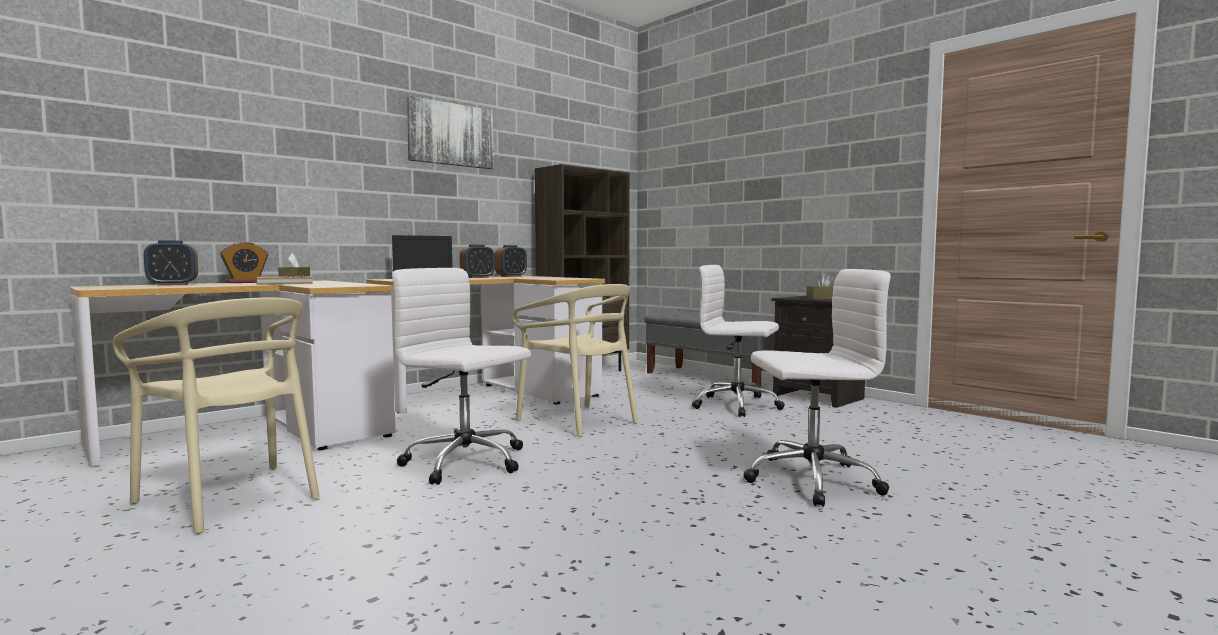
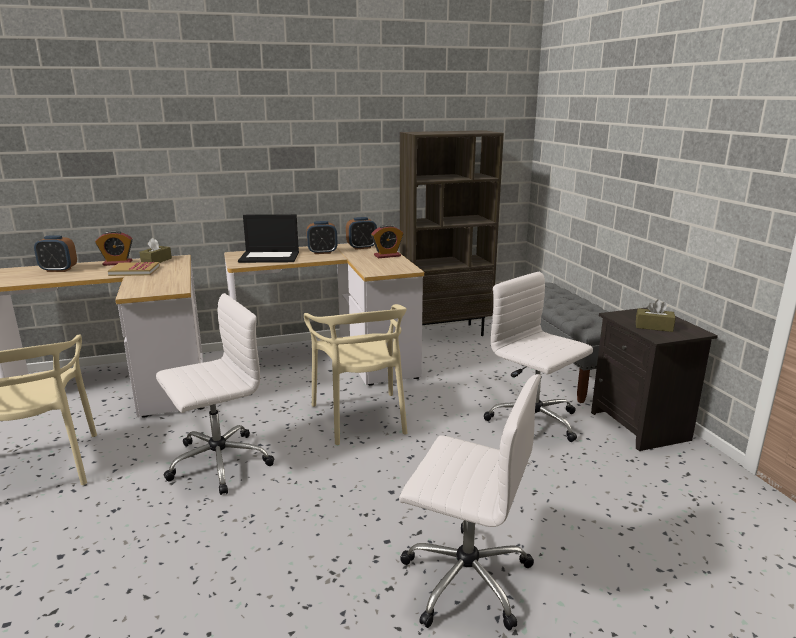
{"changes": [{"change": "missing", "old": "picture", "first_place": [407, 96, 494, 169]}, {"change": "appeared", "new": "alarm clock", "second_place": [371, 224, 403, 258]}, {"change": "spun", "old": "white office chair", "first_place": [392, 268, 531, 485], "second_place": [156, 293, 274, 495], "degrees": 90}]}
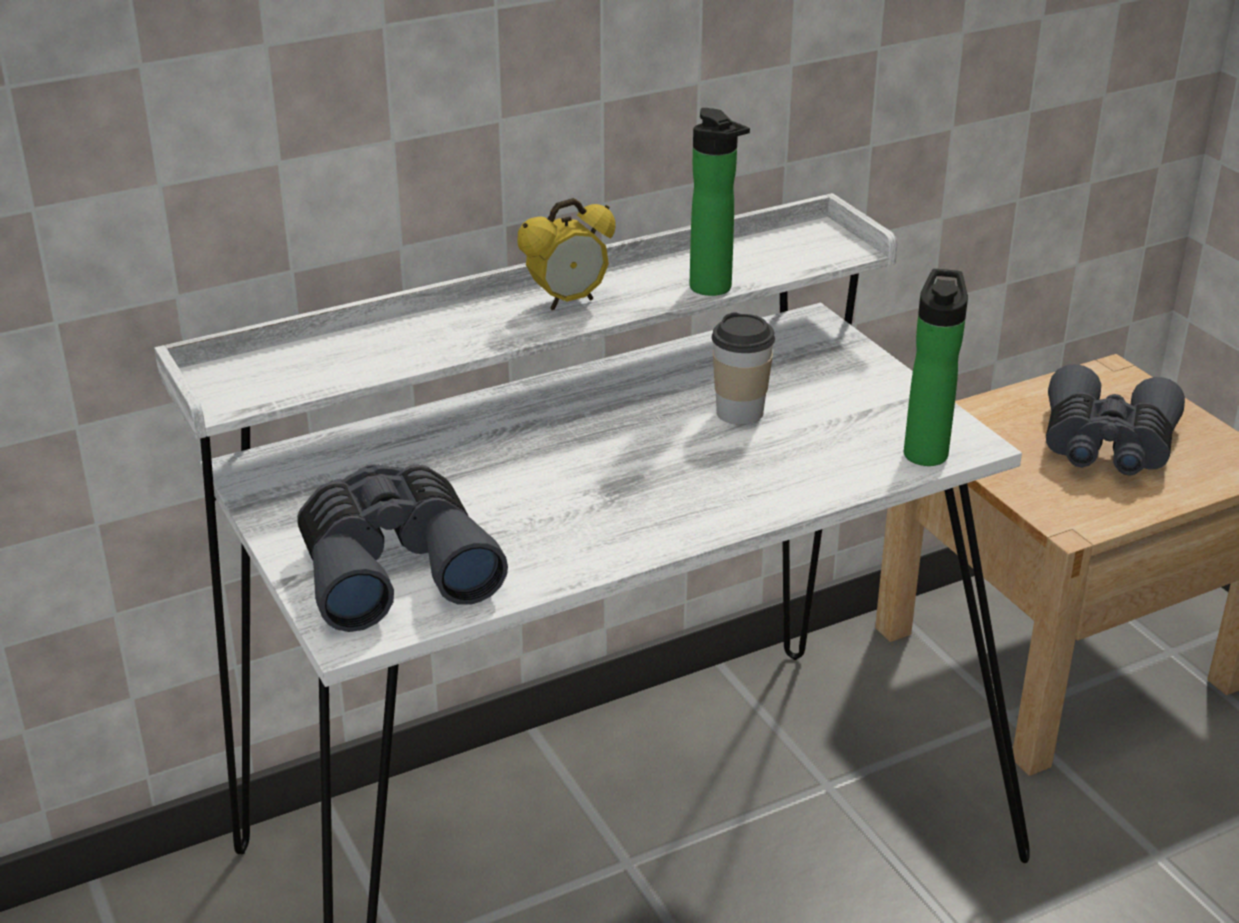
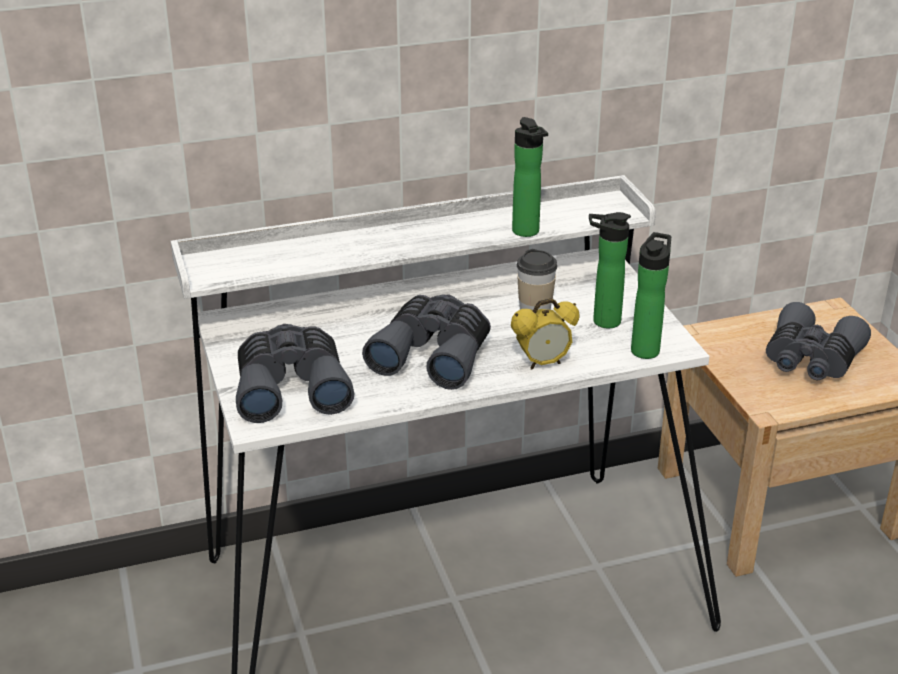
{"changes": [{"change": "appeared", "new": "grey binoculars", "second_place": [362, 294, 491, 390]}, {"change": "appeared", "new": "bottle", "second_place": [589, 212, 631, 328]}, {"change": "relocated", "old": "alarm clock", "first_place": [517, 198, 616, 310], "second_place": [511, 298, 580, 369]}]}
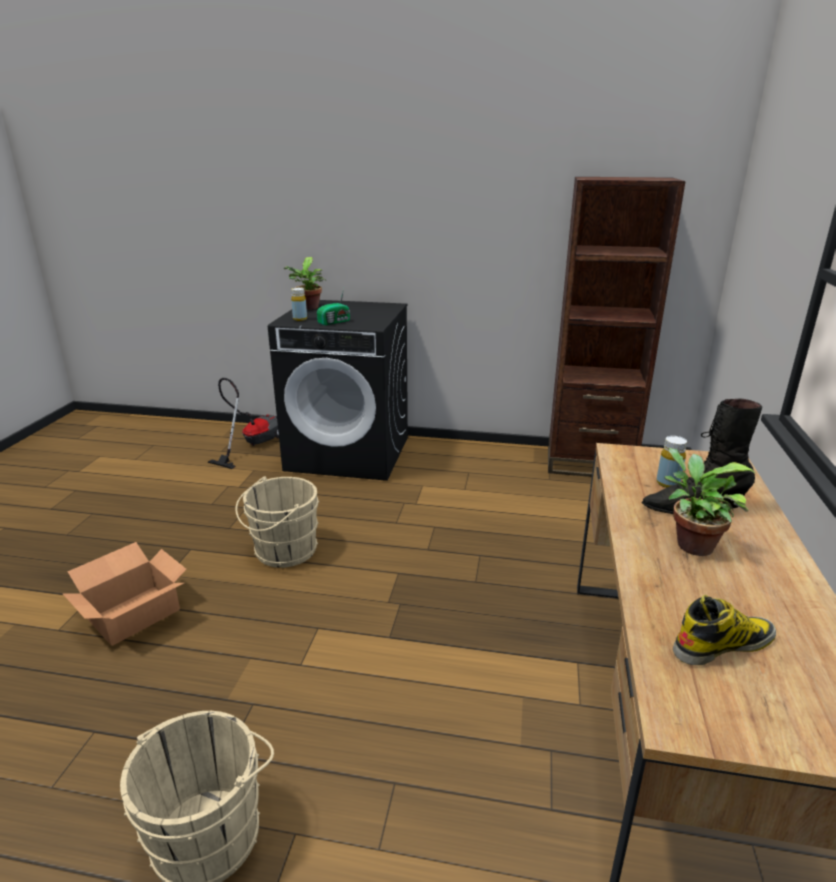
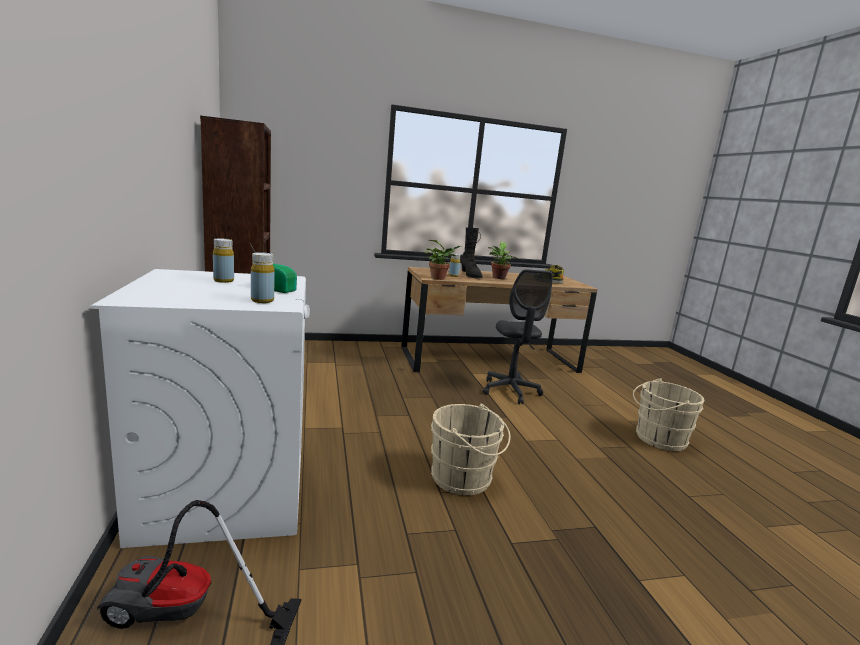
{"changes": [{"change": "missing", "old": "cardboard box", "first_place": [63, 542, 186, 646]}, {"change": "appeared", "new": "yellow bottle", "second_place": [213, 239, 234, 283]}, {"change": "appeared", "new": "grey office chair", "second_place": [483, 269, 553, 404]}, {"change": "relocated", "old": "potted plant", "first_place": [284, 257, 326, 310], "second_place": [424, 240, 462, 280]}, {"change": "colour", "old": "black washing machine", "new": "white washing machine", "first_place": [268, 300, 408, 481], "second_place": [91, 269, 310, 548]}]}
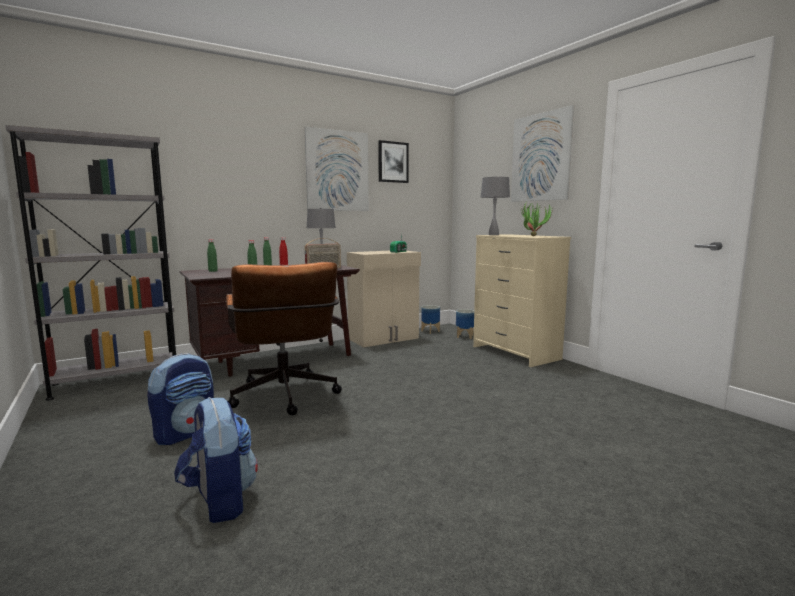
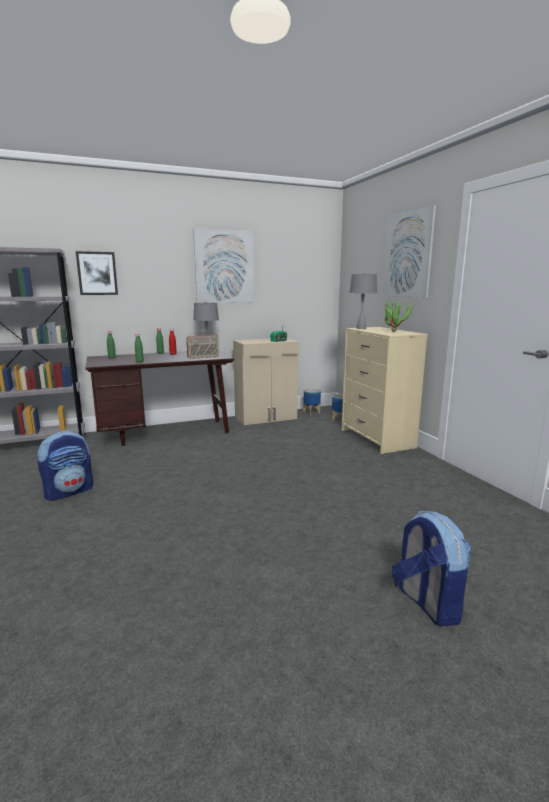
{"changes": [{"change": "missing", "old": "brown office chair", "first_place": [226, 262, 342, 415]}, {"change": "relocated", "old": "backpack", "first_place": [174, 397, 258, 523], "second_place": [392, 511, 471, 627]}, {"change": "relocated", "old": "picture", "first_place": [378, 140, 409, 183], "second_place": [76, 251, 118, 295]}]}
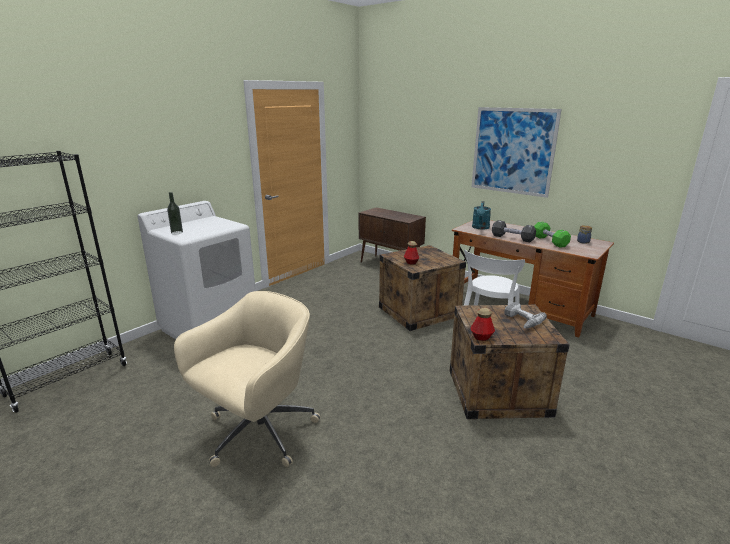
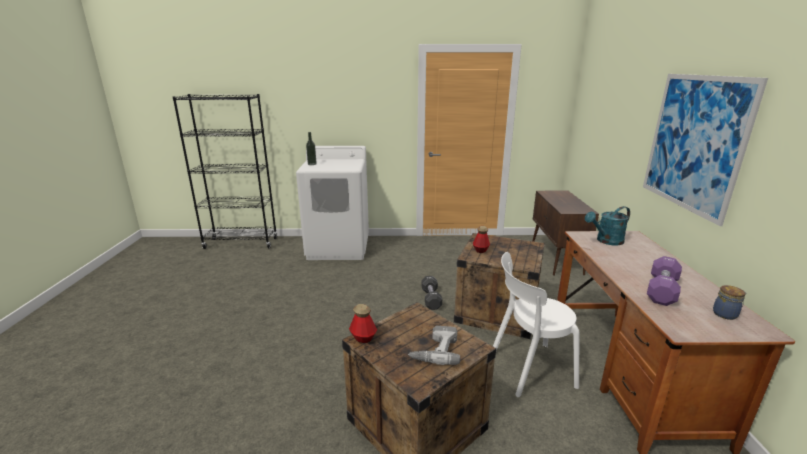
{"changes": [{"change": "missing", "old": "beige office chair", "first_place": [174, 291, 320, 467]}, {"change": "relocated", "old": "black dumbbell", "first_place": [492, 220, 536, 242], "second_place": [421, 276, 442, 310]}, {"change": "colour", "old": "green dumbbell", "new": "purple dumbbell", "first_place": [534, 222, 571, 248], "second_place": [647, 256, 682, 306]}]}
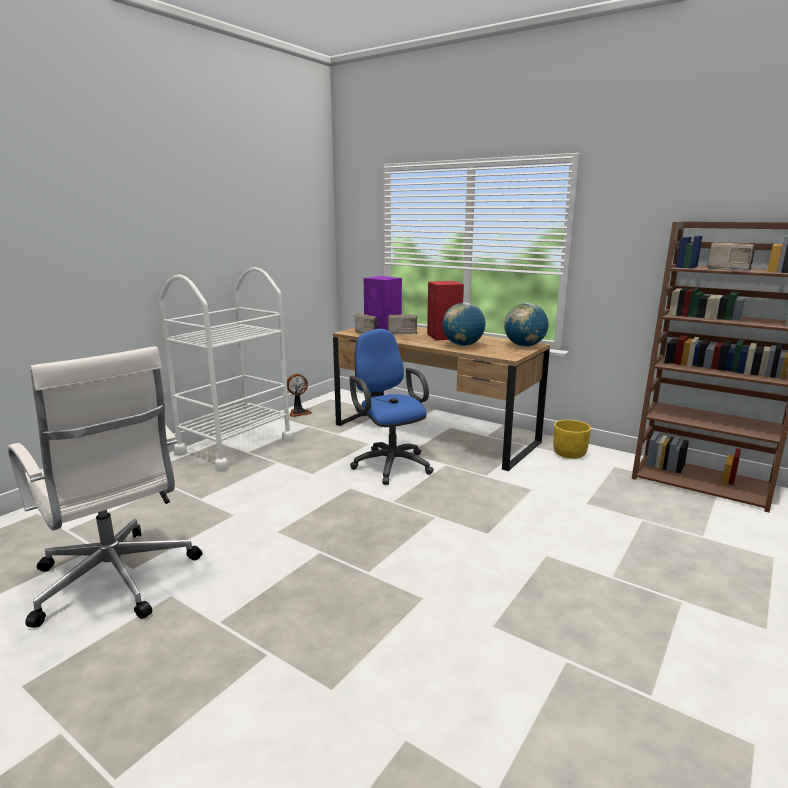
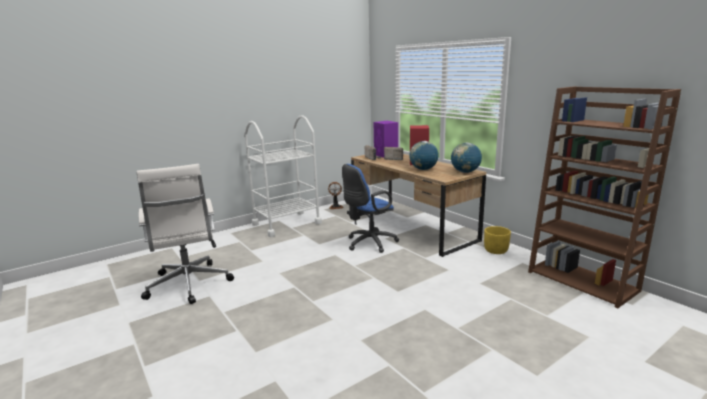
{"changes": [{"change": "missing", "old": "radio", "first_place": [707, 242, 755, 270]}, {"change": "spun", "old": "blue office chair", "first_place": [350, 329, 434, 485], "second_place": [342, 164, 399, 253], "degrees": -120}]}
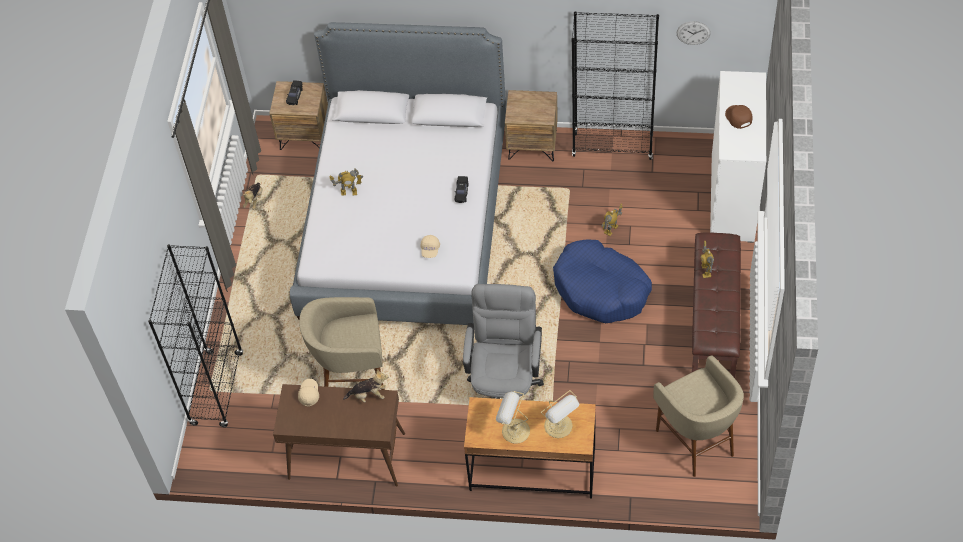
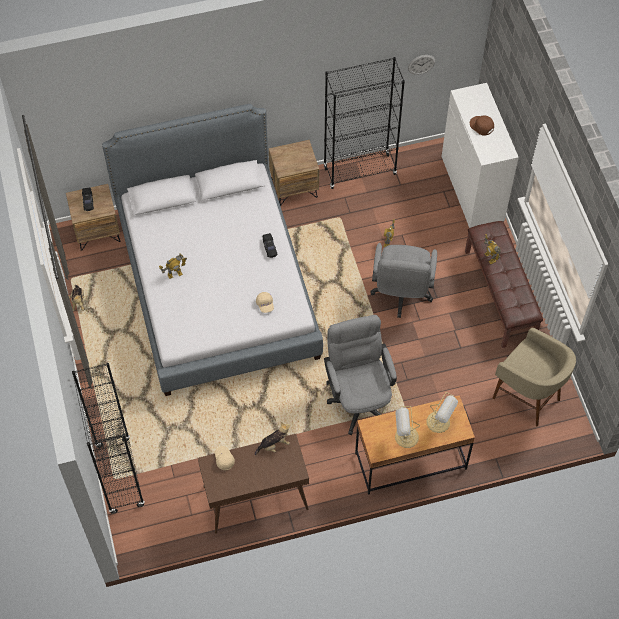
{"changes": [{"change": "missing", "old": "beige stool", "first_place": [299, 297, 385, 390]}, {"change": "exchanged", "old": "blue dog bed", "new": "grey office chair", "first_place": [553, 240, 652, 323], "second_place": [370, 243, 437, 318]}]}
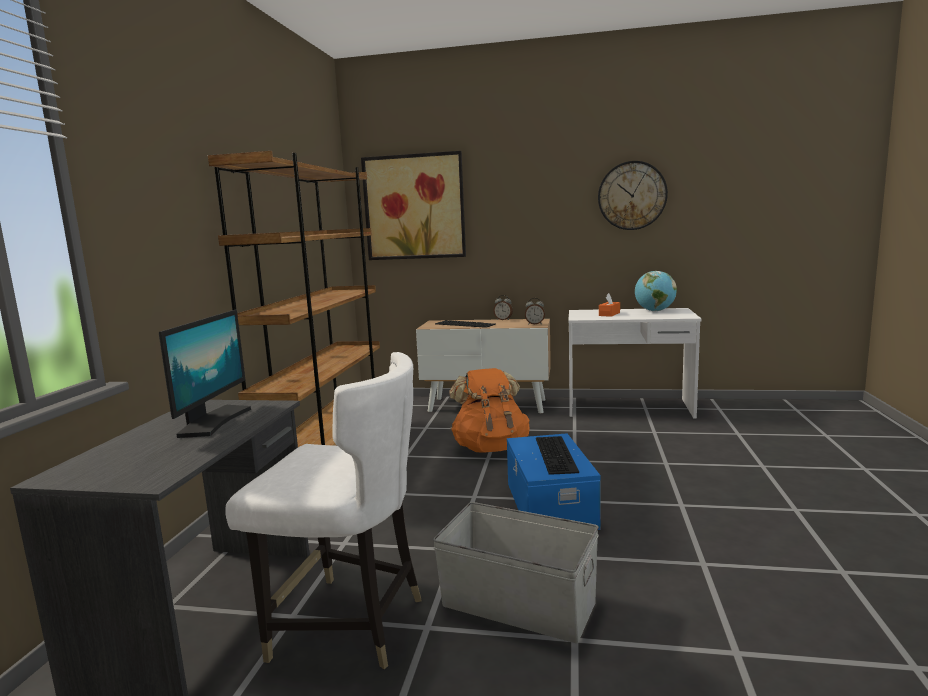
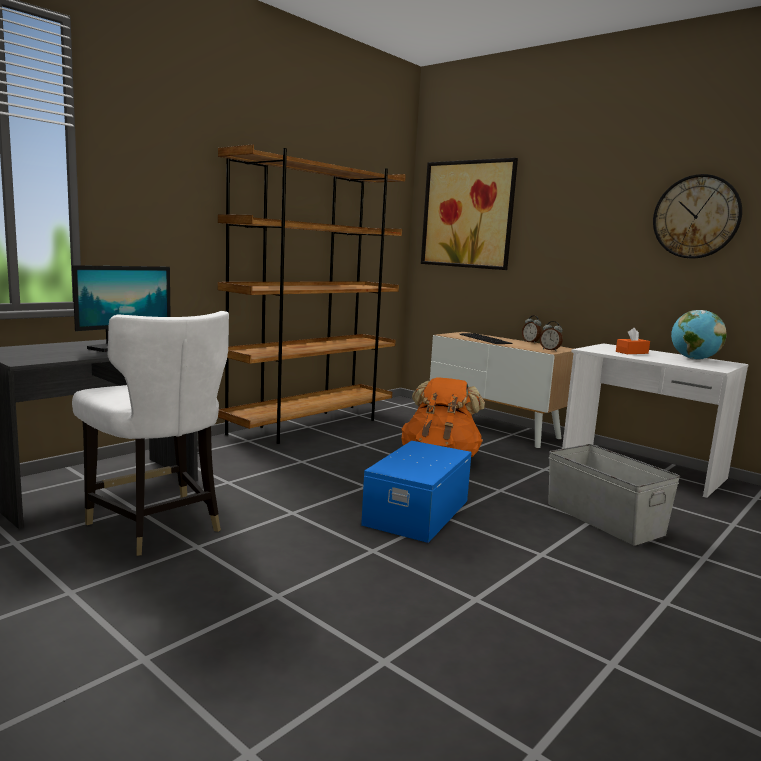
{"changes": [{"change": "missing", "old": "keyboard", "first_place": [536, 436, 579, 475]}, {"change": "relocated", "old": "grey storage box", "first_place": [433, 502, 599, 643], "second_place": [548, 444, 680, 546]}]}
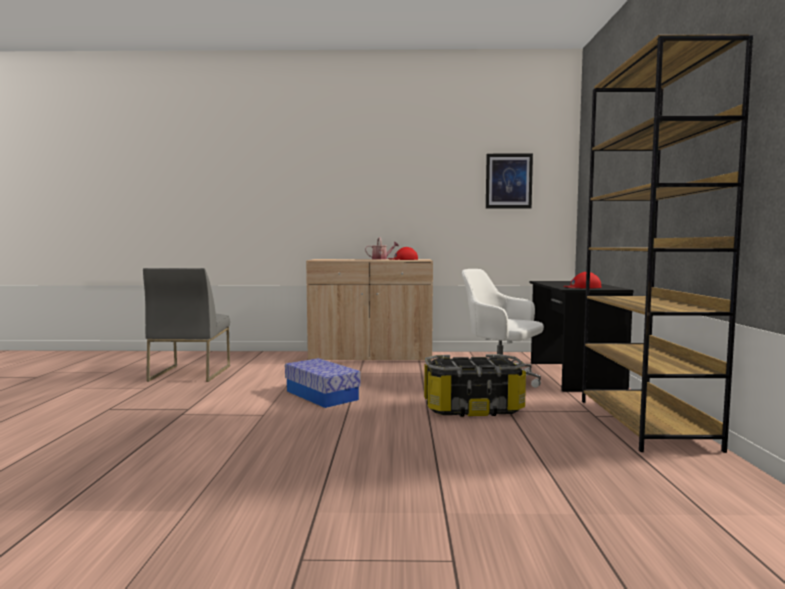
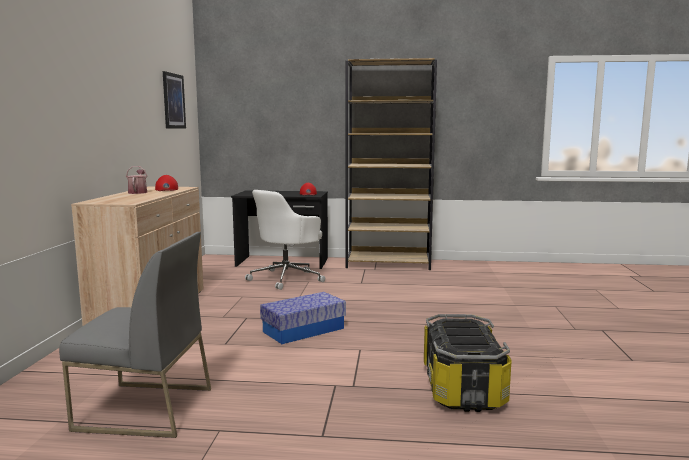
{"changes": [{"change": "relocated", "old": "storage box", "first_place": [424, 354, 526, 417], "second_place": [424, 314, 512, 412]}]}
